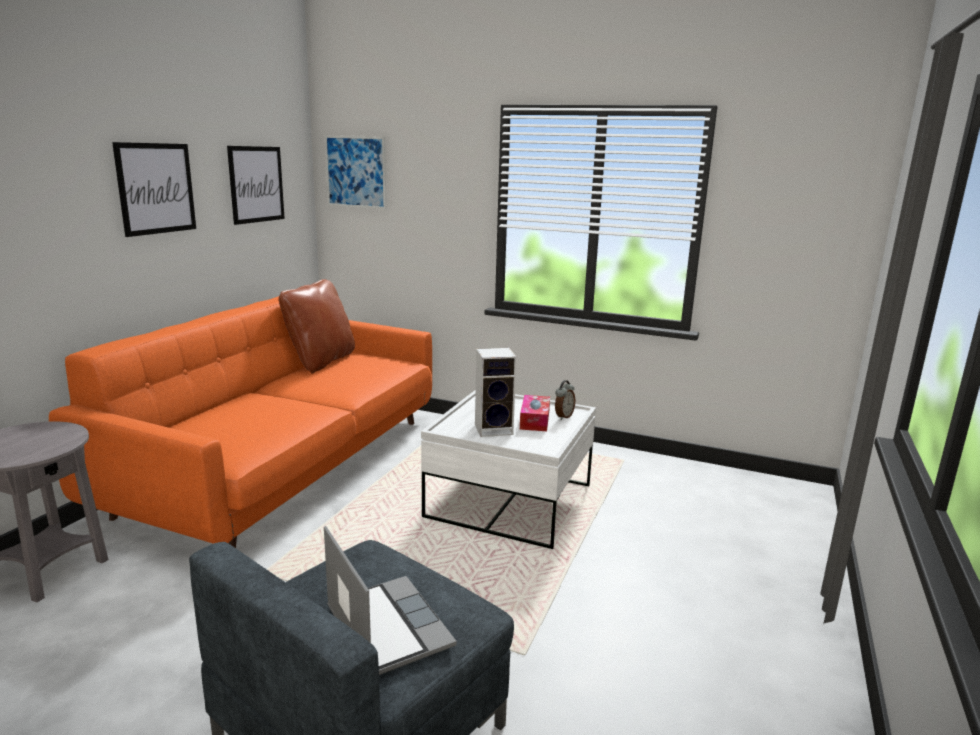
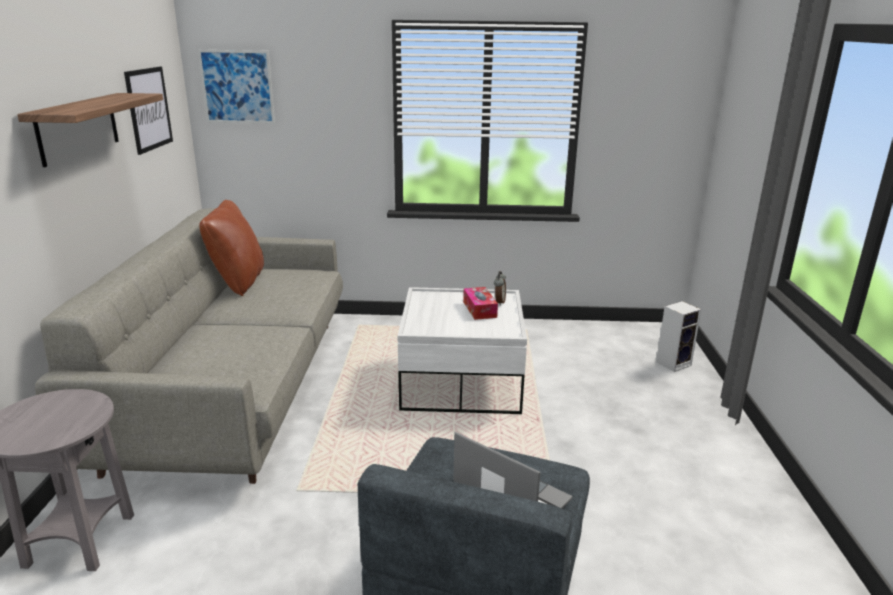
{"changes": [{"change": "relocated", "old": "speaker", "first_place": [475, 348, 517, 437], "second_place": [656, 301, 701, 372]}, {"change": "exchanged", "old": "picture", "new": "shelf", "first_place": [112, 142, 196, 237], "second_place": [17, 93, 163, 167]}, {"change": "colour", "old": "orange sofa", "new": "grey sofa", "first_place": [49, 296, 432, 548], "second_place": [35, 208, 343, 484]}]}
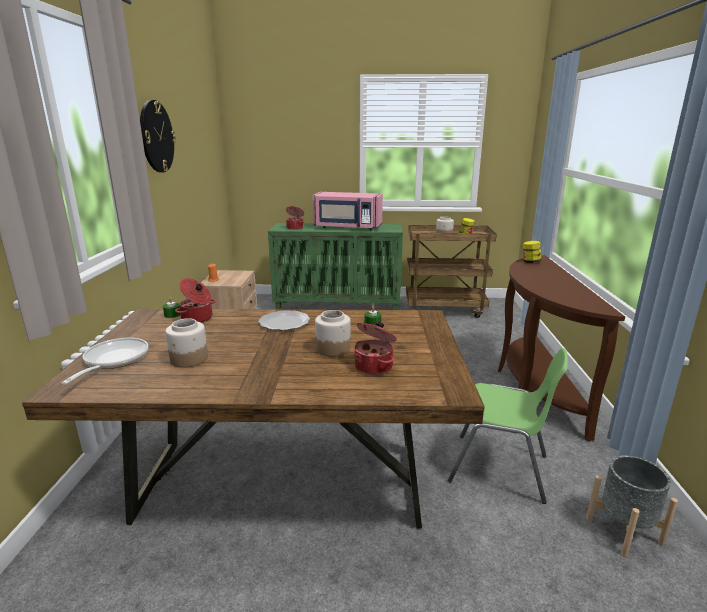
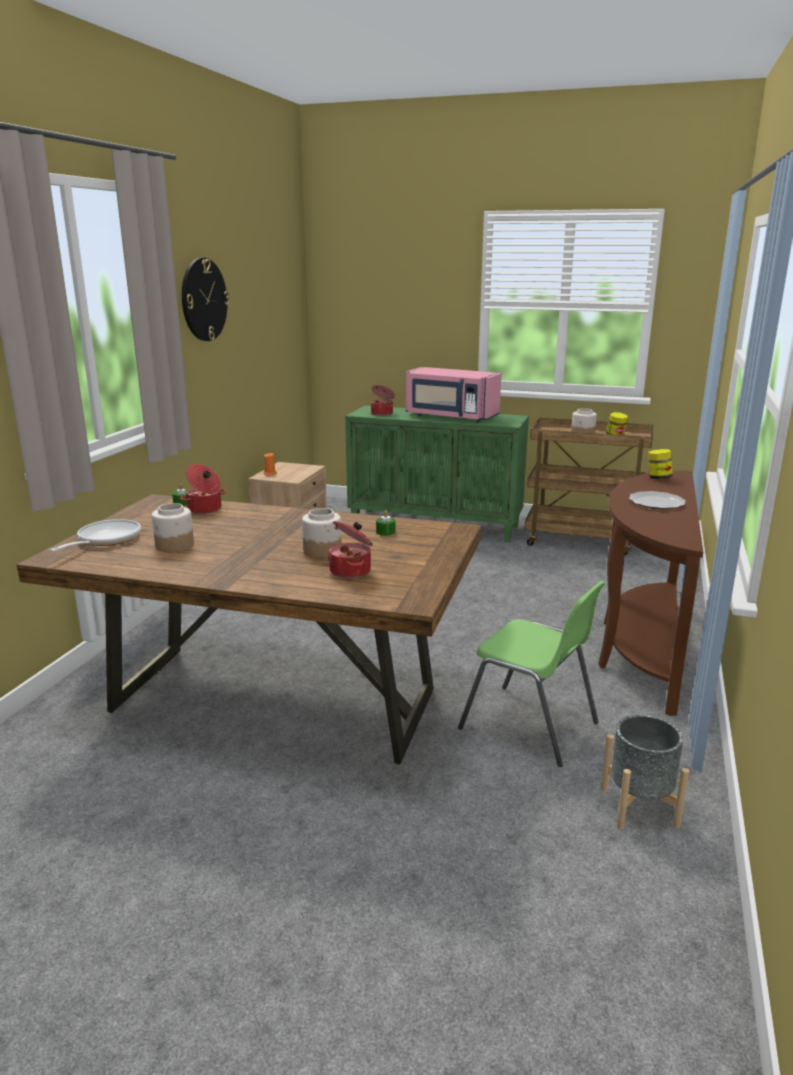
{"changes": [{"change": "relocated", "old": "plate", "first_place": [259, 310, 310, 330], "second_place": [629, 491, 686, 509]}]}
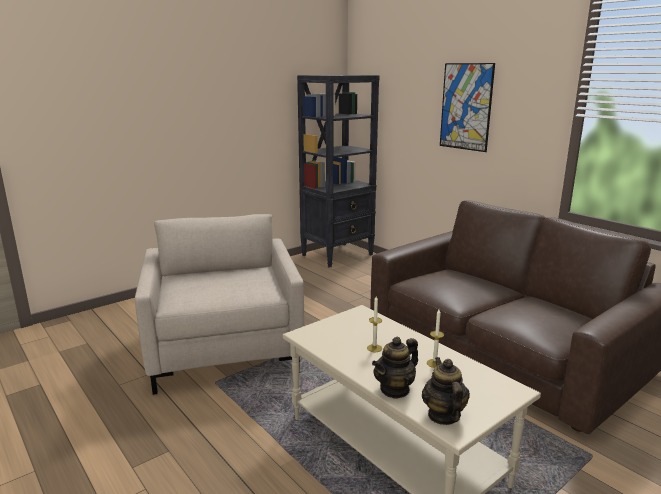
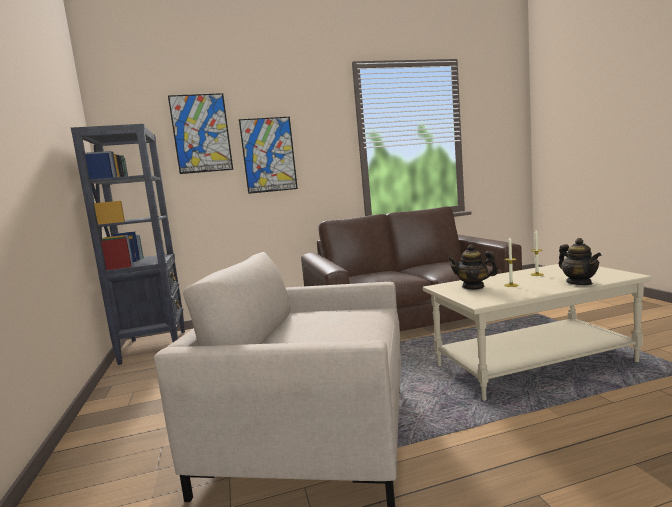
{"changes": [{"change": "appeared", "new": "picture", "second_place": [168, 93, 233, 174]}, {"change": "relocated", "old": "teapot", "first_place": [422, 357, 470, 425], "second_place": [448, 244, 498, 290]}]}
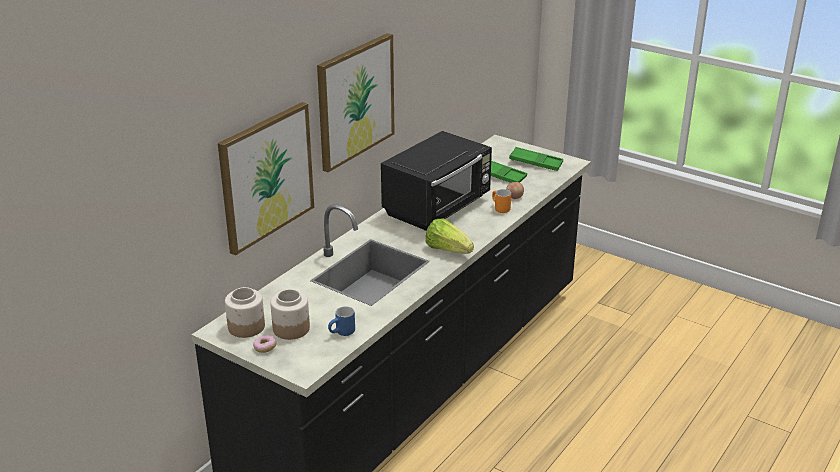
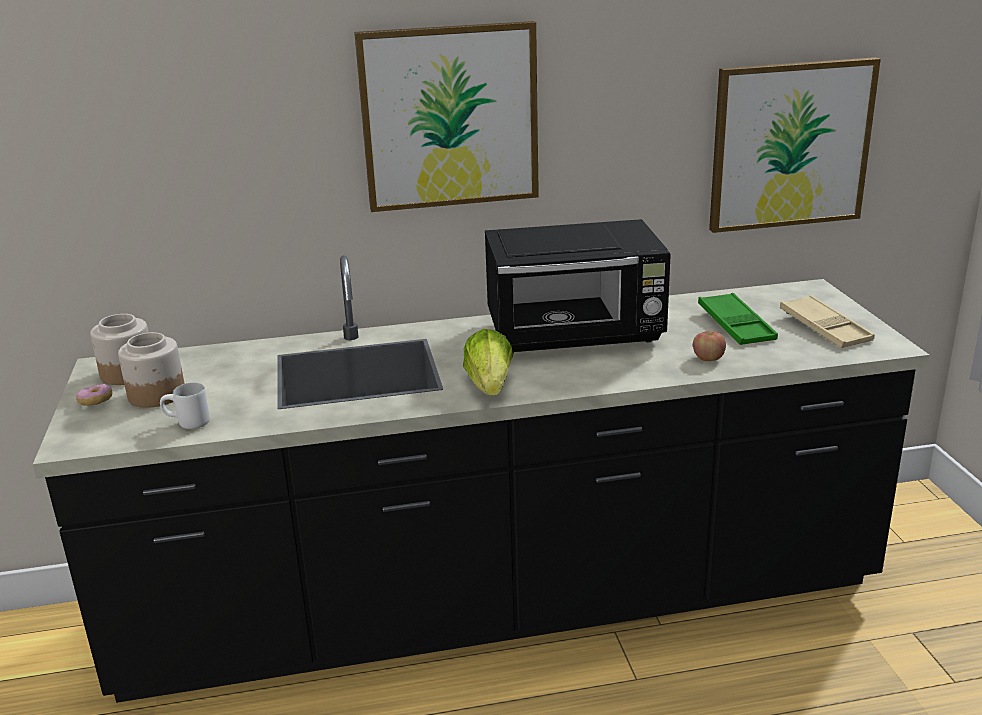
{"changes": [{"change": "missing", "old": "orange mug", "first_place": [492, 189, 511, 213]}, {"change": "relocated", "old": "picture", "first_place": [218, 102, 314, 256], "second_place": [709, 57, 881, 233]}, {"change": "colour", "old": "blue mug", "new": "white mug", "first_place": [328, 306, 355, 336], "second_place": [160, 383, 210, 429]}, {"change": "colour", "old": "green tray", "new": "beige tray", "first_place": [509, 147, 563, 171], "second_place": [780, 295, 875, 348]}]}
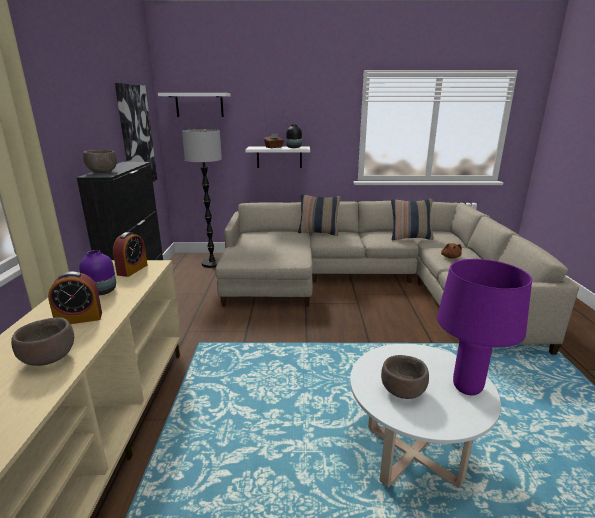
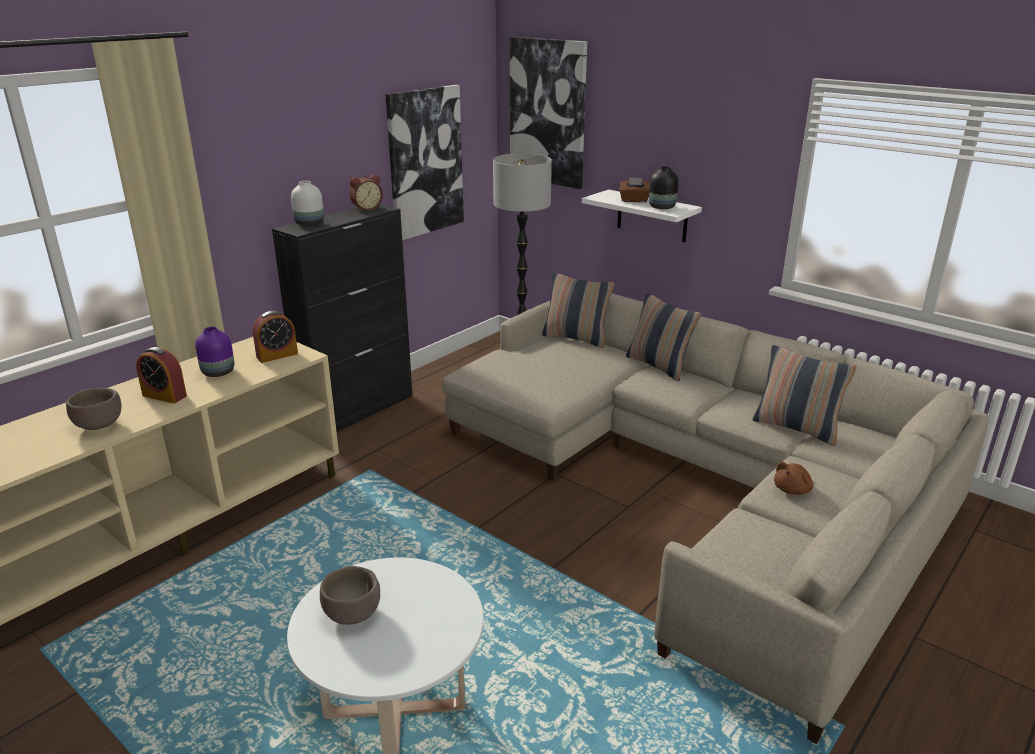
{"changes": [{"change": "missing", "old": "purple table lamp", "first_place": [437, 259, 532, 395]}, {"change": "appeared", "new": "alarm clock", "second_place": [349, 174, 383, 211]}, {"change": "appeared", "new": "pillow", "second_place": [542, 272, 615, 348]}, {"change": "exchanged", "old": "brown bowl", "new": "white vase", "first_place": [83, 150, 117, 173], "second_place": [291, 181, 324, 226]}, {"change": "exchanged", "old": "white shelf", "new": "picture", "first_place": [158, 93, 231, 117], "second_place": [510, 37, 587, 189]}]}
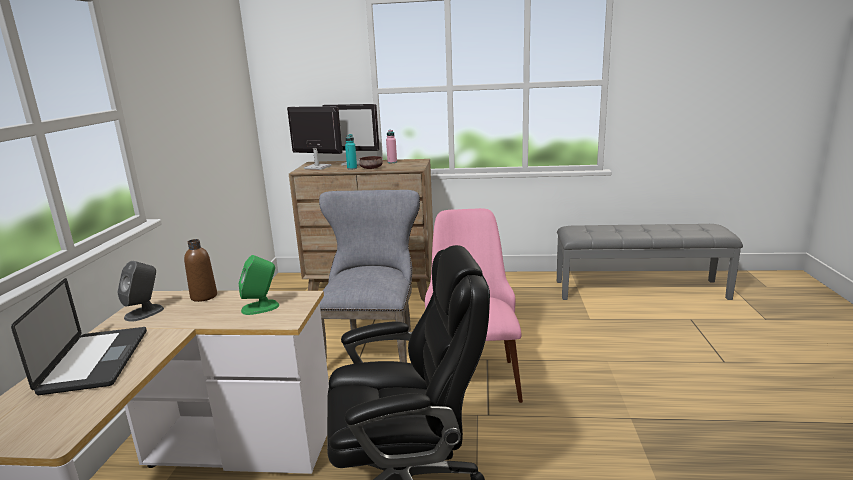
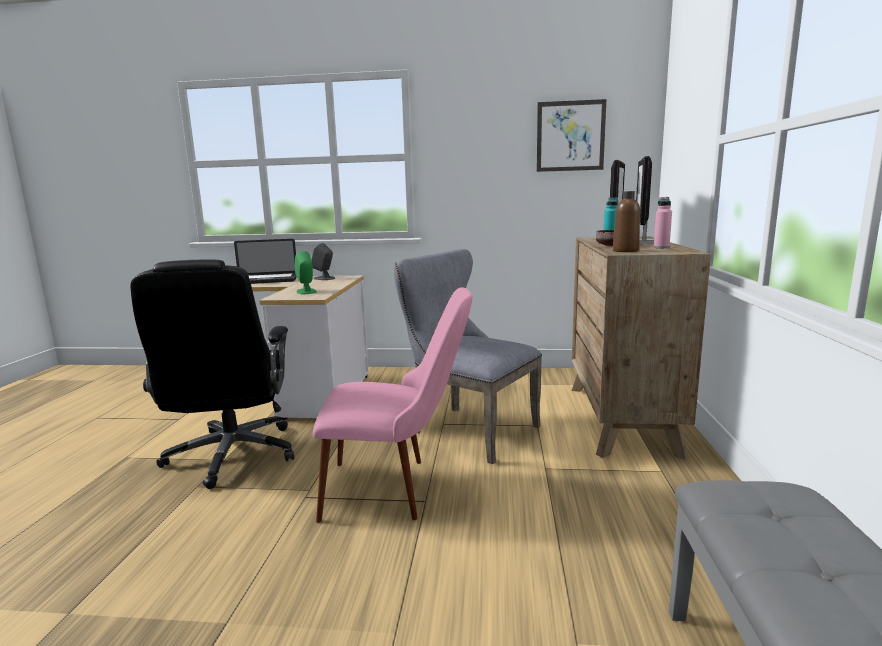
{"changes": [{"change": "appeared", "new": "picture", "second_place": [537, 99, 606, 172]}, {"change": "relocated", "old": "brown bottle", "first_place": [184, 239, 217, 302], "second_place": [613, 191, 640, 252]}, {"change": "spun", "old": "grey chair", "first_place": [319, 190, 420, 363], "second_place": [394, 249, 542, 464], "degrees": -150}]}
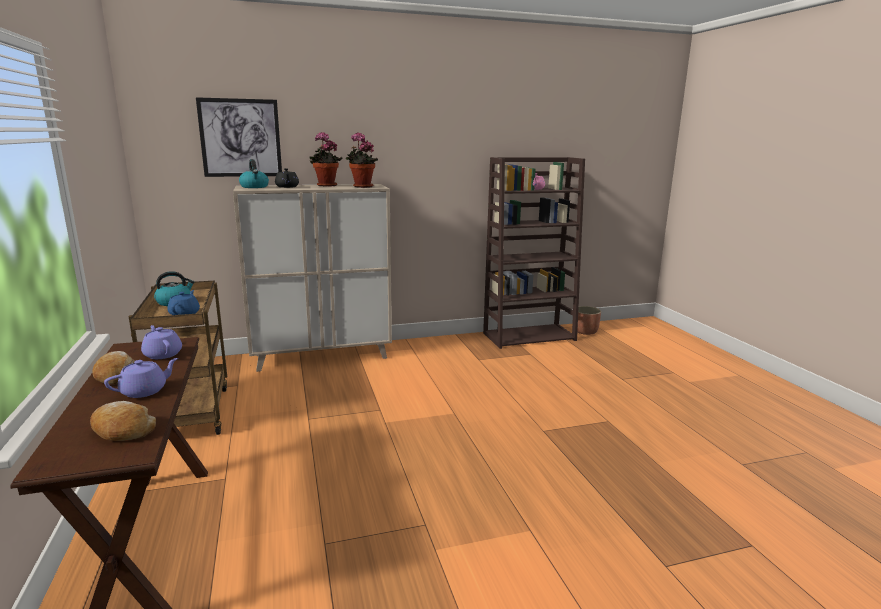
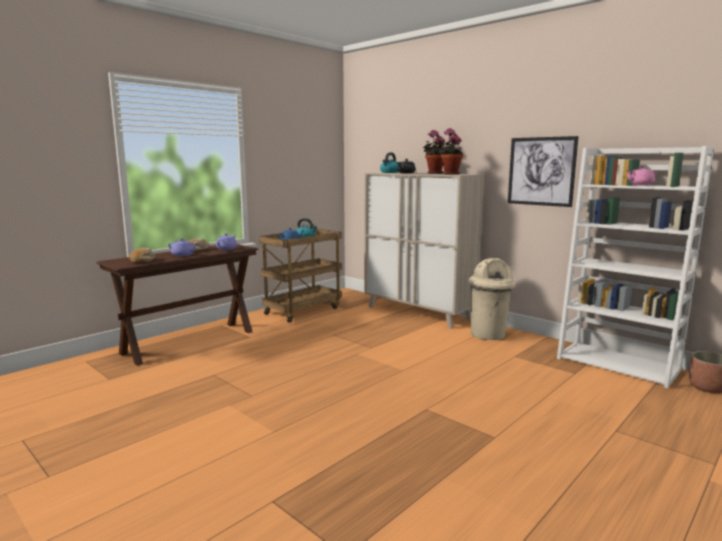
{"changes": [{"change": "appeared", "new": "beige trash can", "second_place": [468, 258, 516, 340]}, {"change": "relocated", "old": "picture", "first_place": [196, 97, 282, 177], "second_place": [508, 136, 579, 207]}, {"change": "colour", "old": "brown bookcase", "new": "white bookcase", "first_place": [483, 157, 585, 349], "second_place": [557, 146, 714, 388]}]}
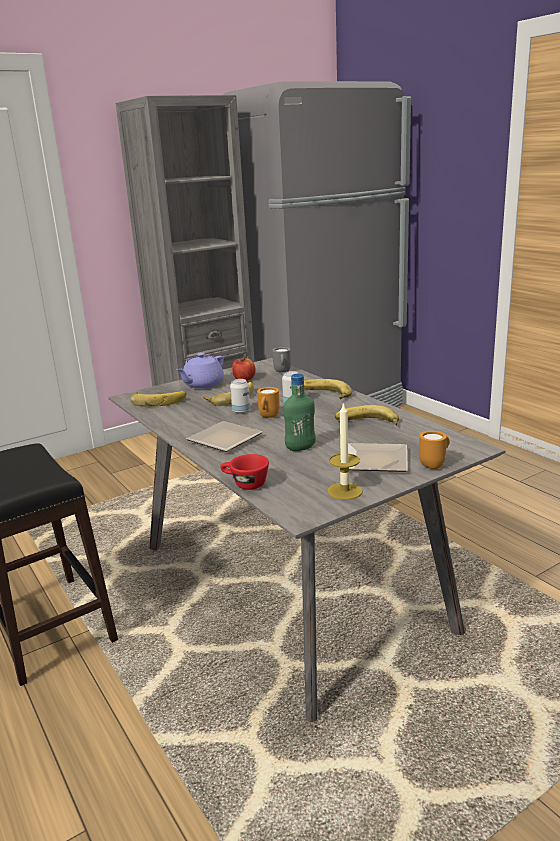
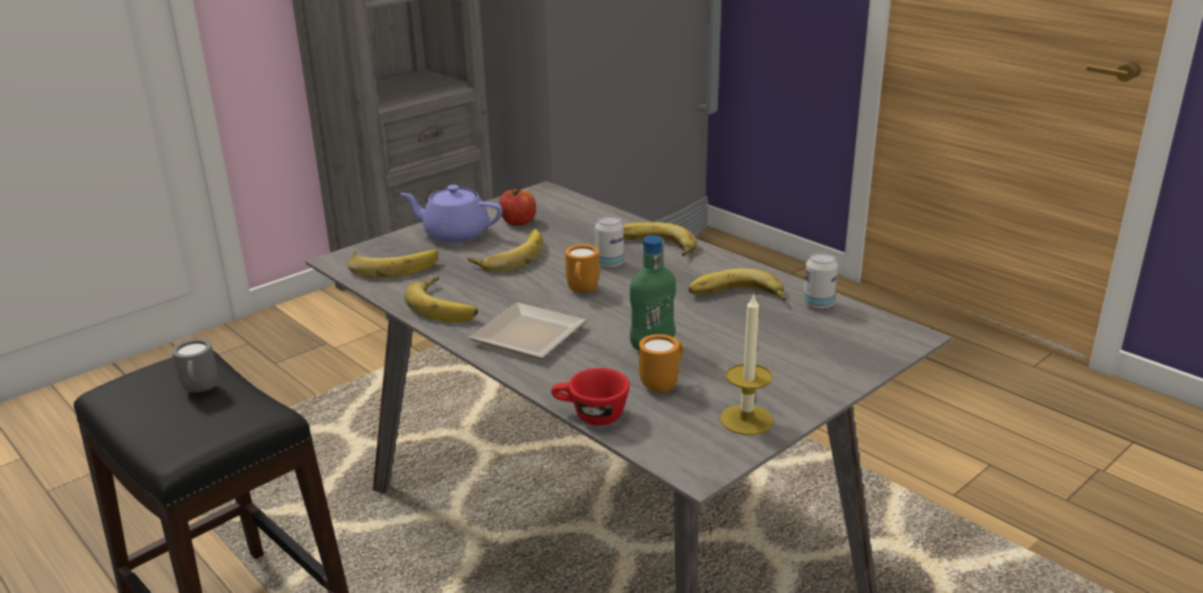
{"changes": [{"change": "missing", "old": "plate", "first_place": [348, 443, 408, 472]}, {"change": "appeared", "new": "banana", "second_place": [404, 277, 478, 322]}, {"change": "relocated", "old": "can", "first_place": [230, 379, 250, 414], "second_place": [803, 252, 838, 310]}, {"change": "relocated", "old": "grey mug", "first_place": [272, 347, 291, 372], "second_place": [172, 339, 217, 392]}, {"change": "relocated", "old": "orange mug", "first_place": [419, 431, 449, 469], "second_place": [639, 334, 683, 393]}, {"change": "spun", "old": "purple teapot", "first_place": [176, 353, 224, 389], "second_place": [400, 185, 503, 243], "degrees": 75}]}
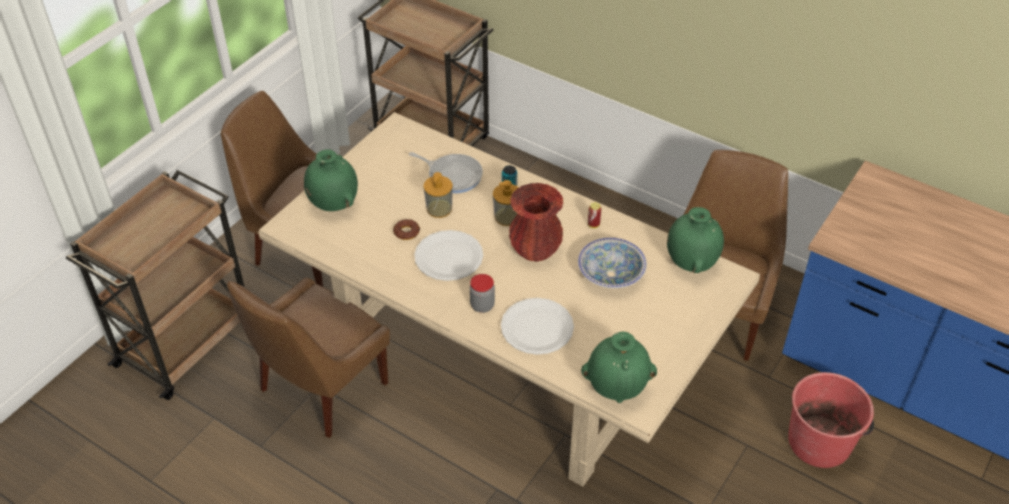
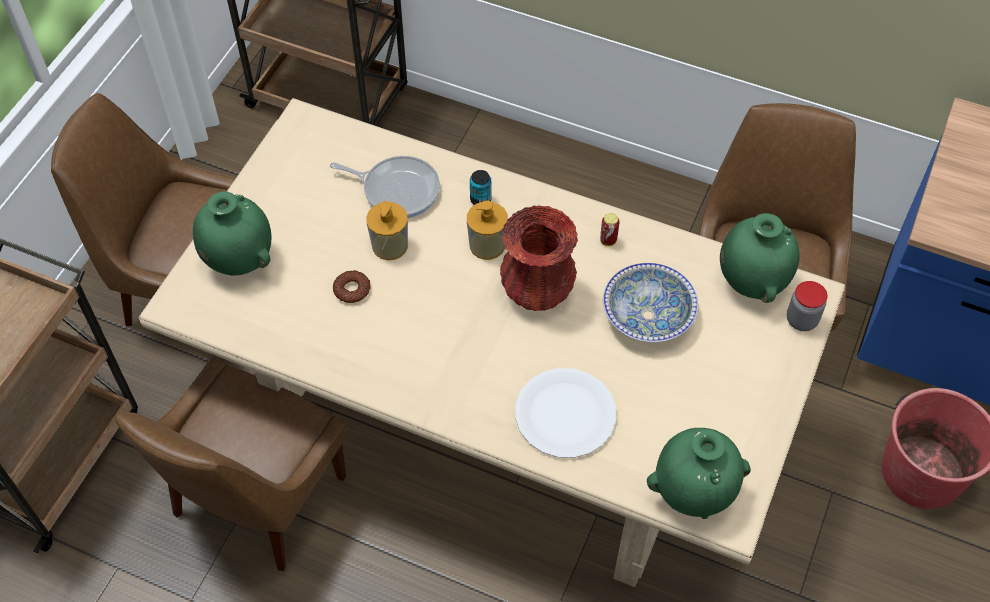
{"changes": [{"change": "missing", "old": "white plate", "first_place": [414, 230, 483, 281]}, {"change": "relocated", "old": "jar", "first_place": [470, 274, 495, 313], "second_place": [787, 281, 828, 331]}]}
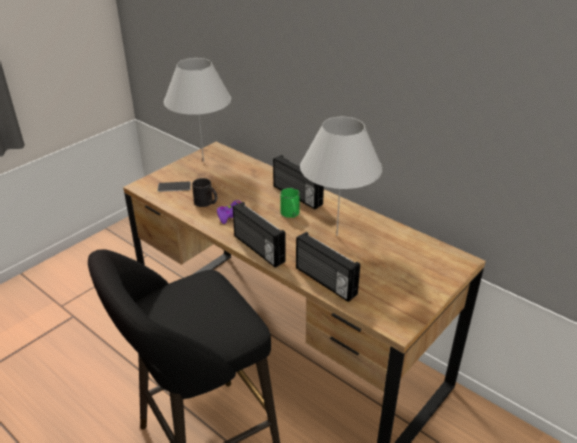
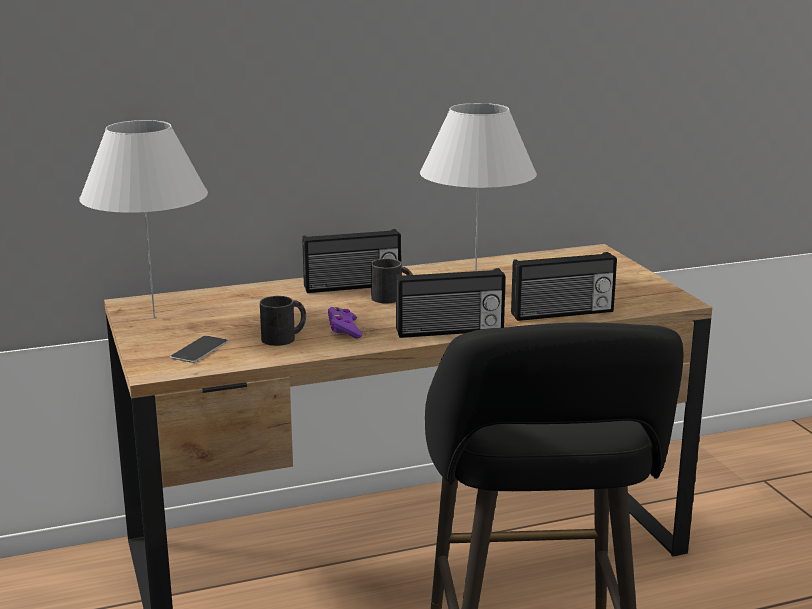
{"changes": [{"change": "colour", "old": "green mug", "new": "black mug", "first_place": [280, 188, 300, 218], "second_place": [371, 259, 413, 304]}]}
